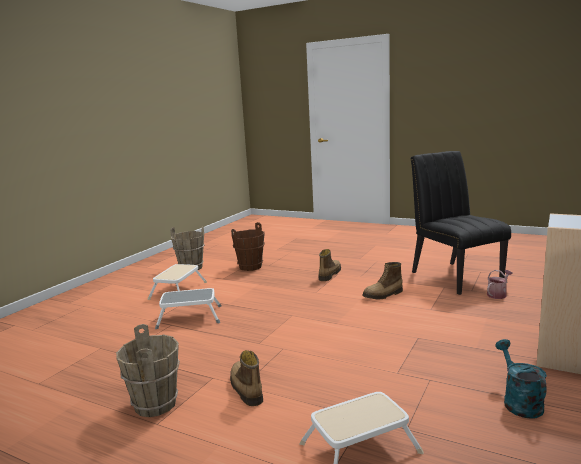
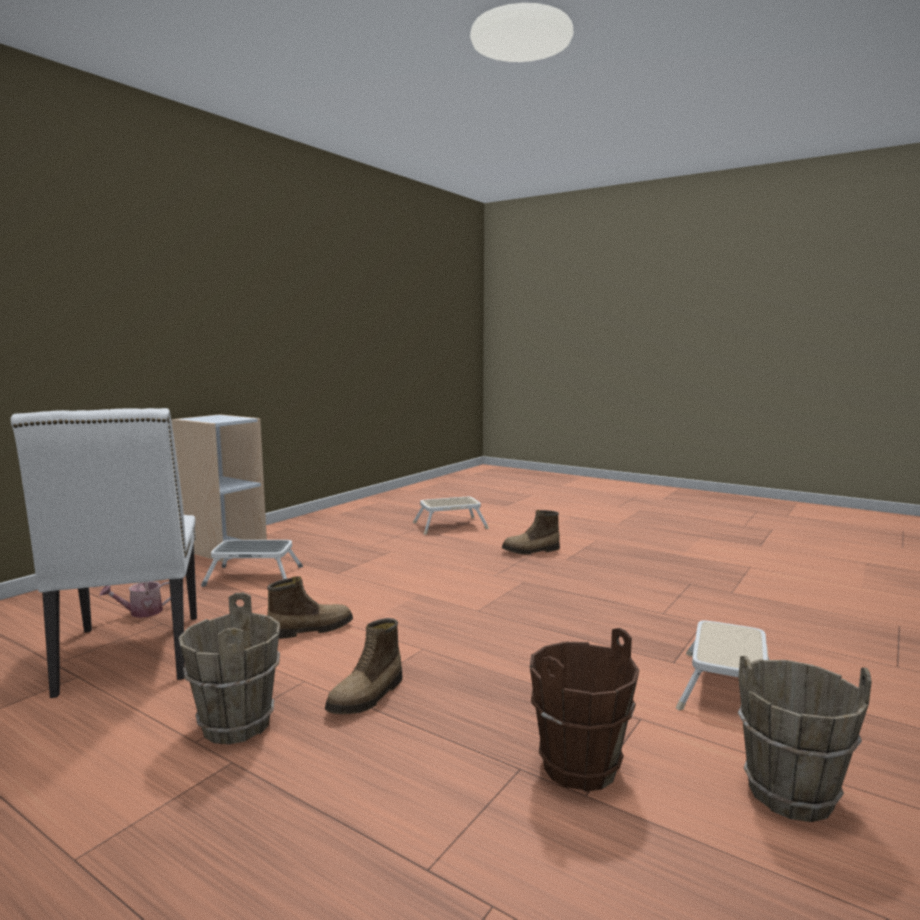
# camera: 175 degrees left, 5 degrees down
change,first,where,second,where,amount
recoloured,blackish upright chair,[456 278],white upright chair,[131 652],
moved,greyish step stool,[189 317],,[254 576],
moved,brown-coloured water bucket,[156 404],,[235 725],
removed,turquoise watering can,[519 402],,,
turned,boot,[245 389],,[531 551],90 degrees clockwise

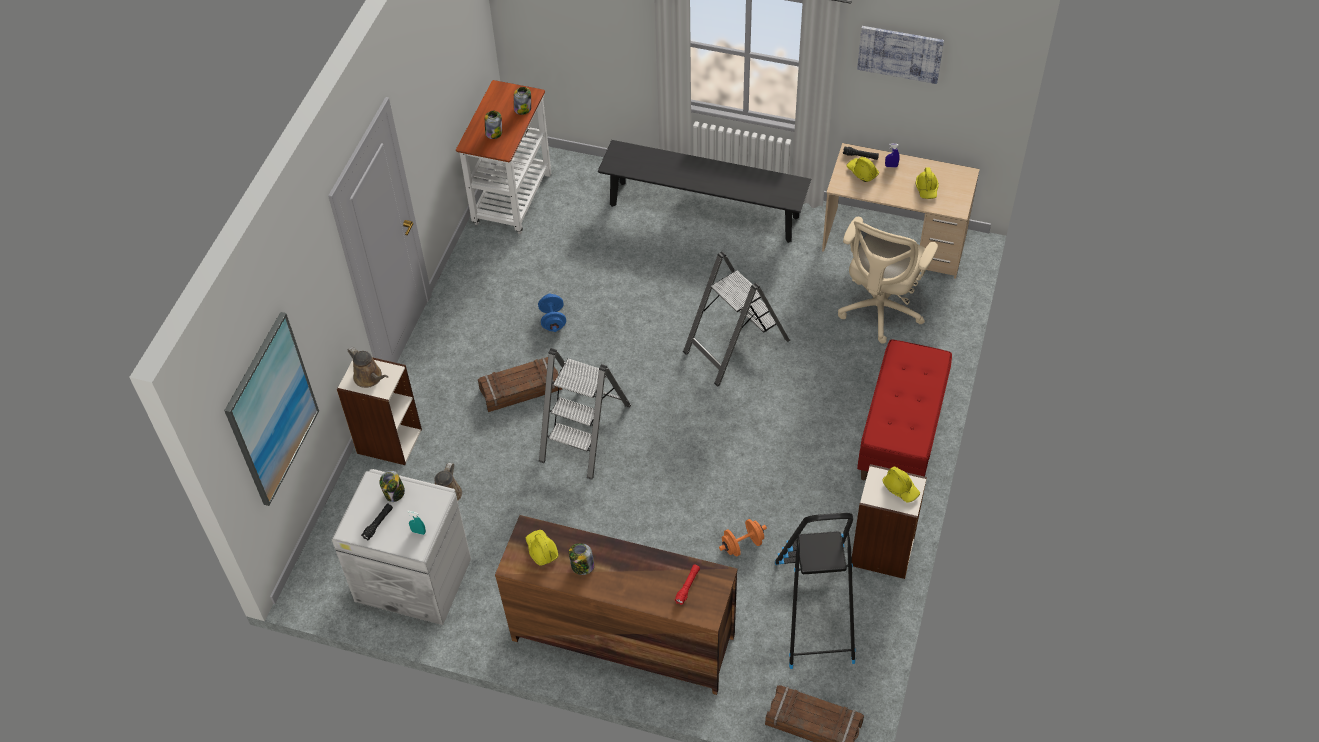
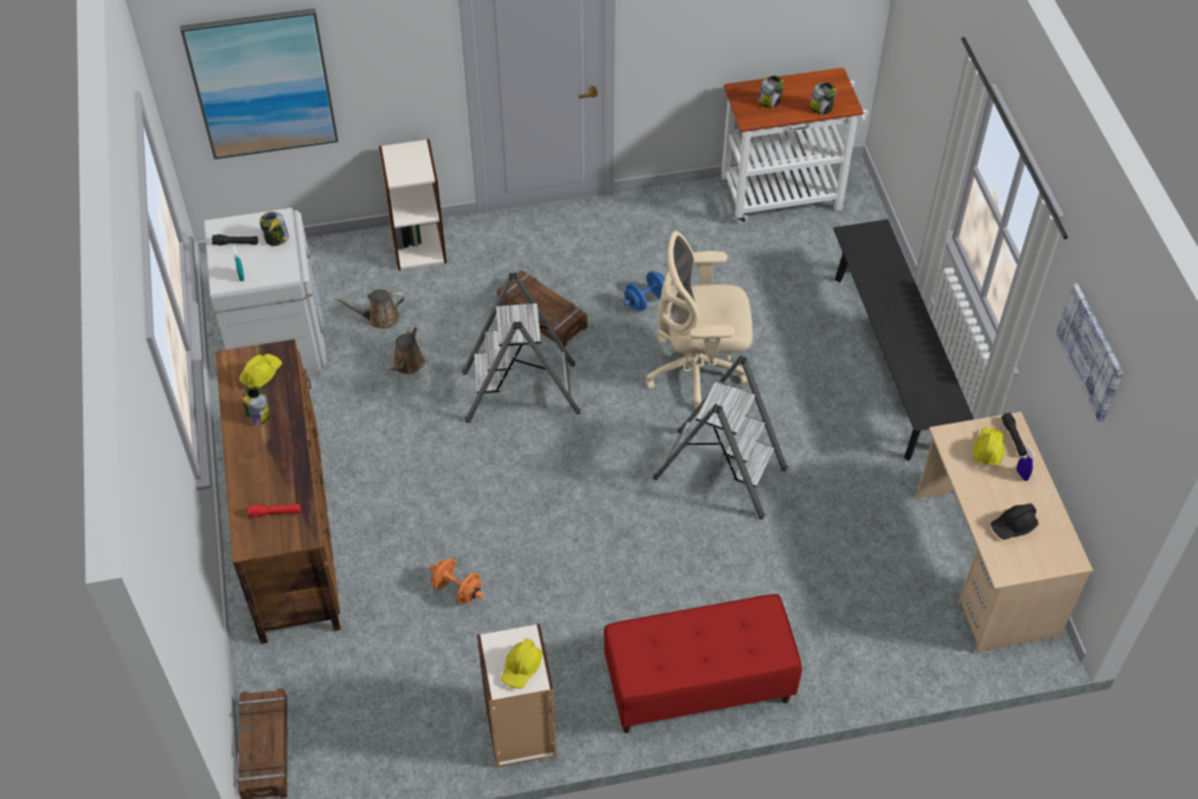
# camera: 60 degrees right, 0 degrees up
change,first,where,second,where,amount
recoloured,yellow-coloured work helmet,[927 188],blackish work helmet,[1013 526],
moved,beige computer chair,[881 305],,[701 367],
moved,brown-coloured watering can,[370 378],,[407 365],
removed,blackish step stool,[813 610],,,

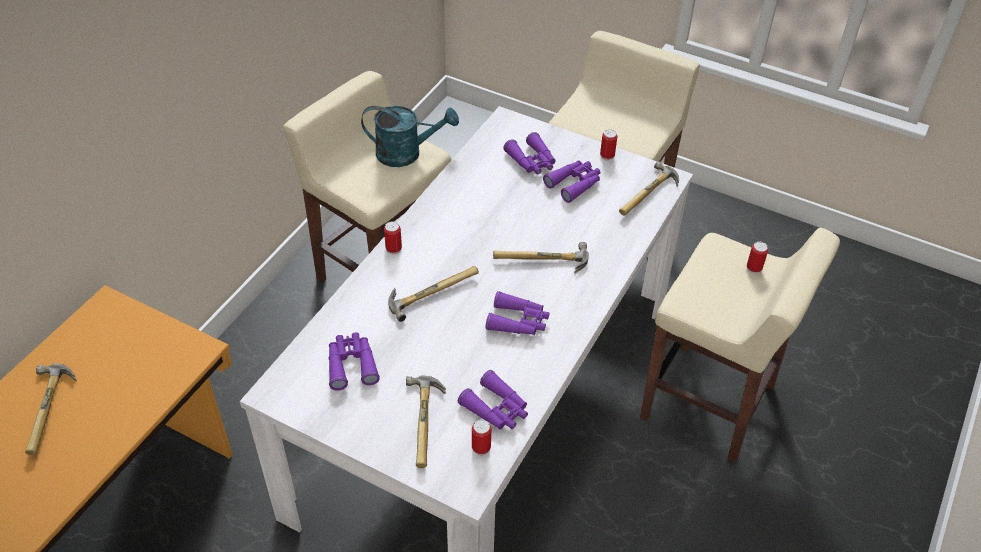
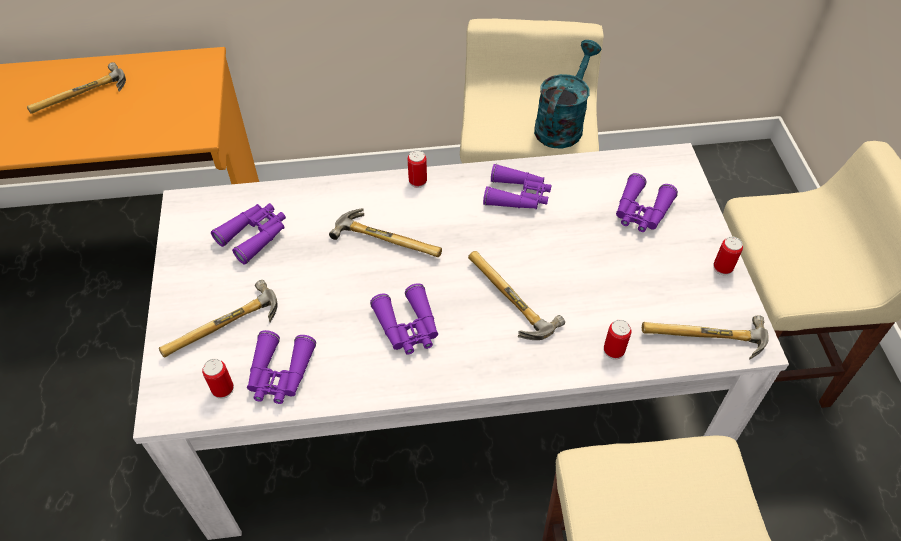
# camera: 55 degrees right, 5 degrees up
change,first,where,second,where,amount
turned,turquoise watering can,[407 153],,[562 124],120 degrees counterclockwise
moved,purple pair of binoculars,[574 184],,[518 196],
moved,can,[754 268],,[613 350],

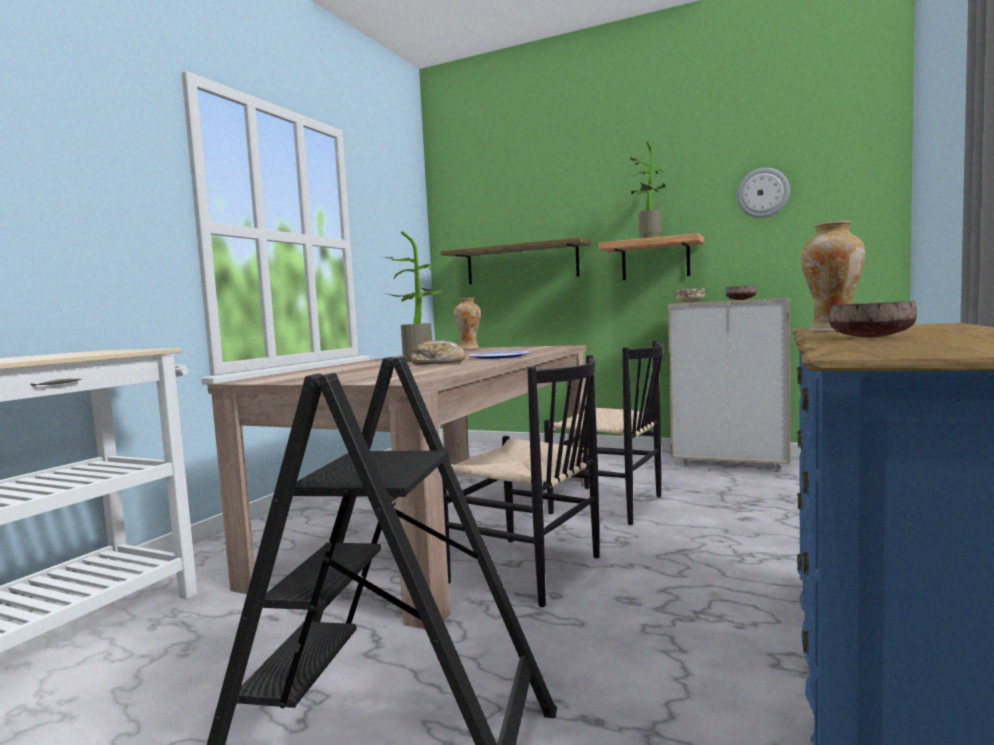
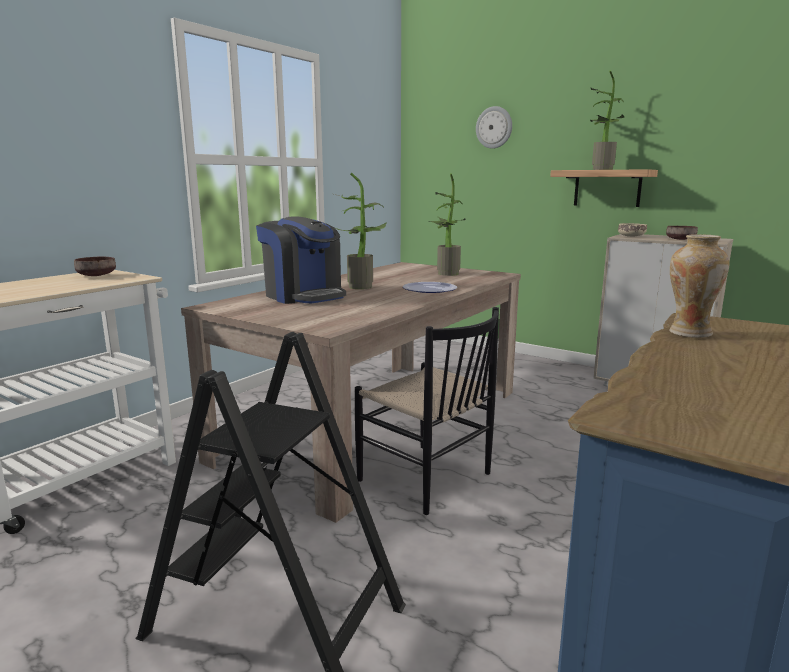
# camera: 10 degrees right, 10 degrees up
change,first,where,second,where,amount
moved,hanging clock,[762 193],,[494 127],
removed,bracket shelf,[521 263],,,
removed,decorative vase,[469 349],,,
moved,brown-coloured bowl,[869 337],,[97 275],
removed,bread,[438 363],,,
removed,blackish upright chair,[611 506],,,
added,,,houseplant,[445 273],
added,,,coffee brewer,[304 296],

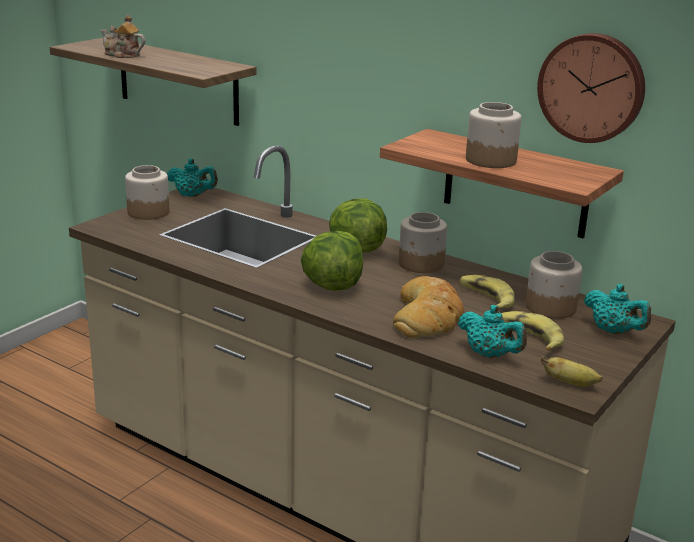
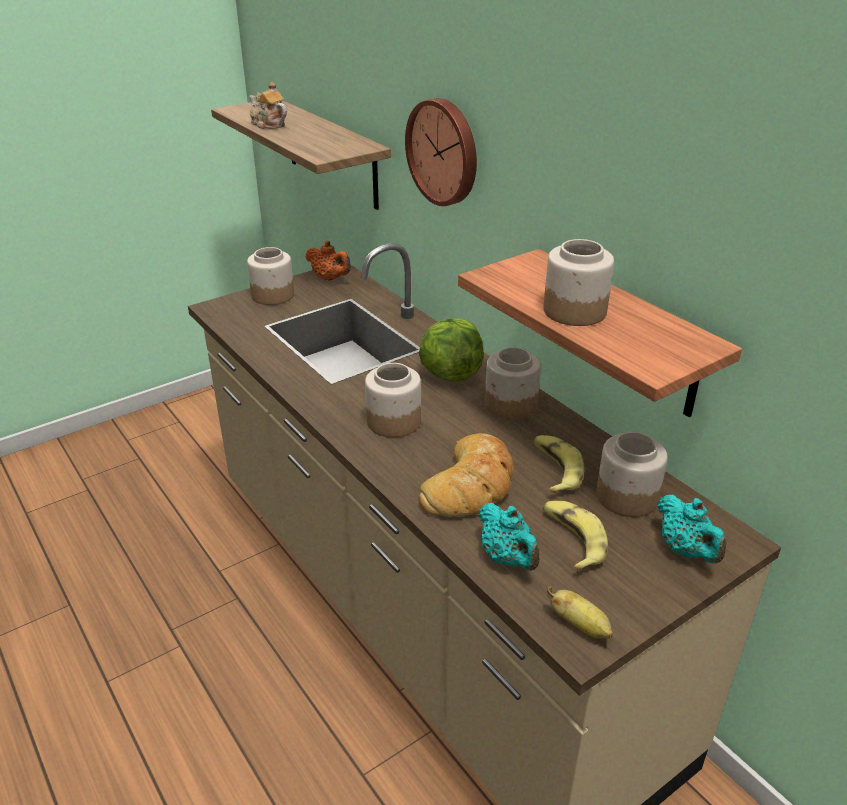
# camera: 20 degrees right, 10 degrees up
change,first,where,second,where,amount
moved,hanging clock,[592 87],,[444 152],
recoloured,turquoise pot for tea,[193 195],orange pot for tea,[329 278],
replaced,head of lettuce,[332 286],storage jar,[393 422],

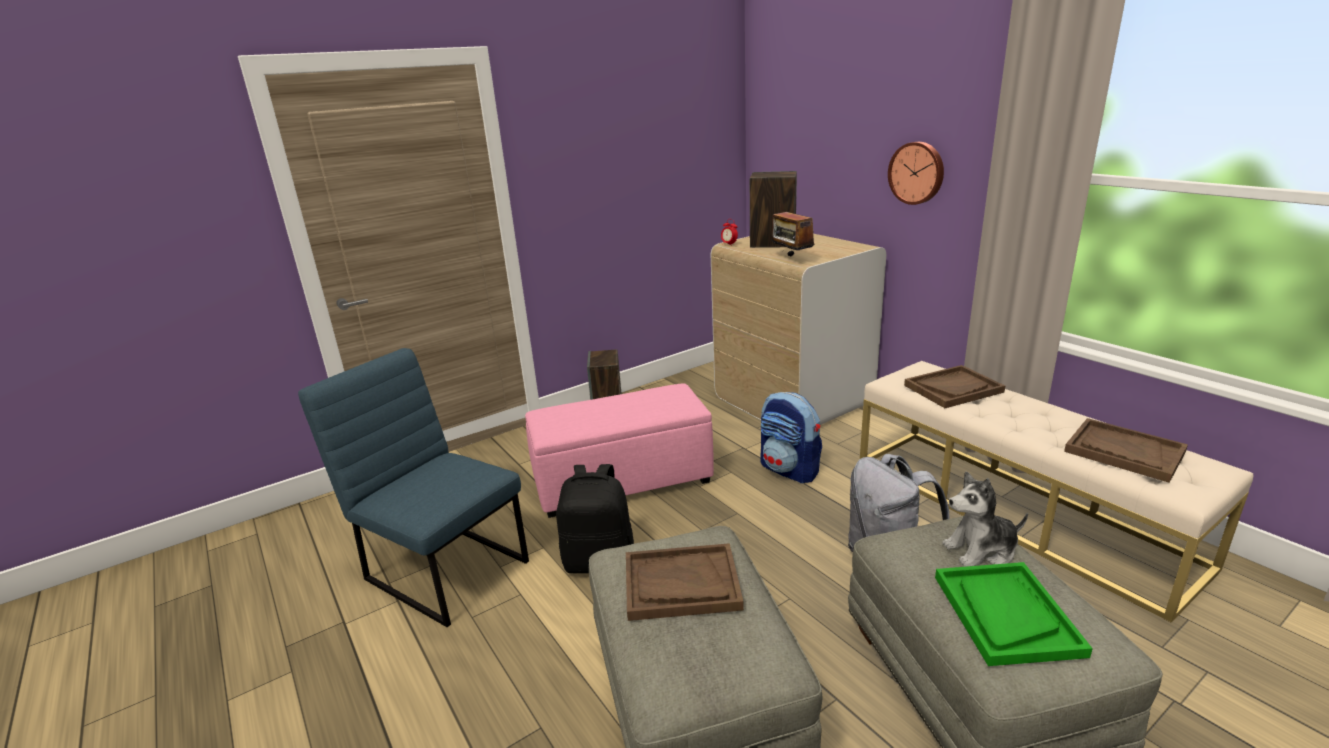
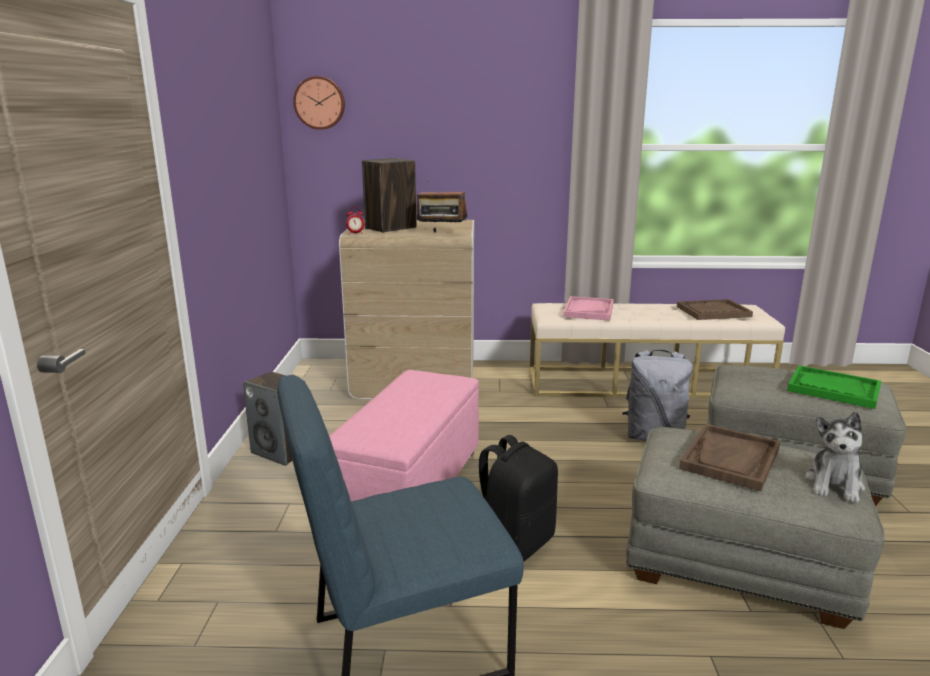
# camera: 55 degrees left, 5 degrees down
change,first,where,second,where,amount
moved,hanging clock,[917 173],,[319 103],
recoloured,brown-coloured serving tray,[953 388],pinkish serving tray,[588 310],
removed,backpack,[789 470],,,
moved,cuddly toy,[981 550],,[834 484],

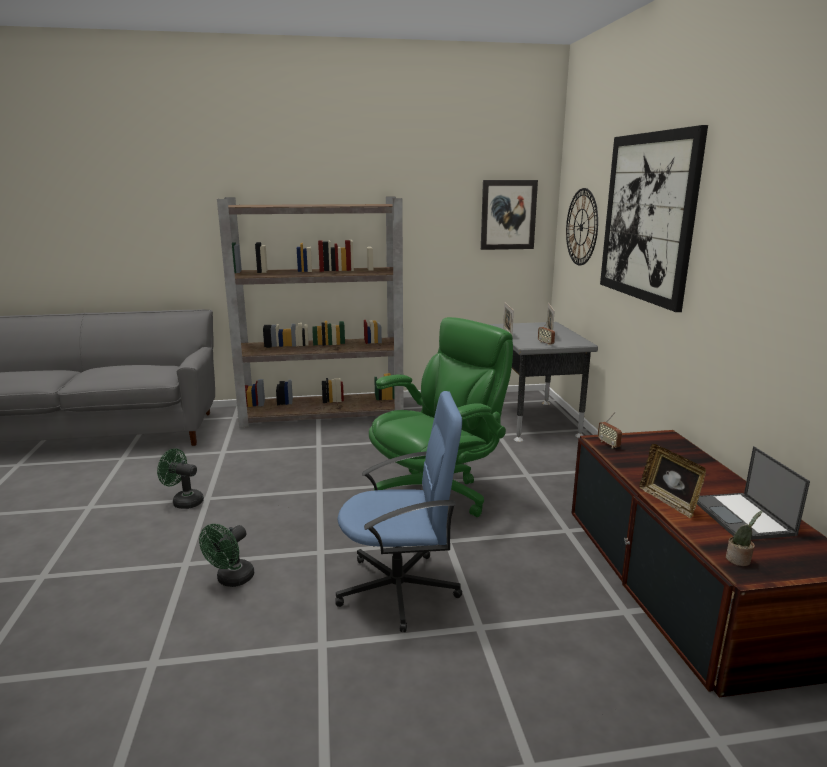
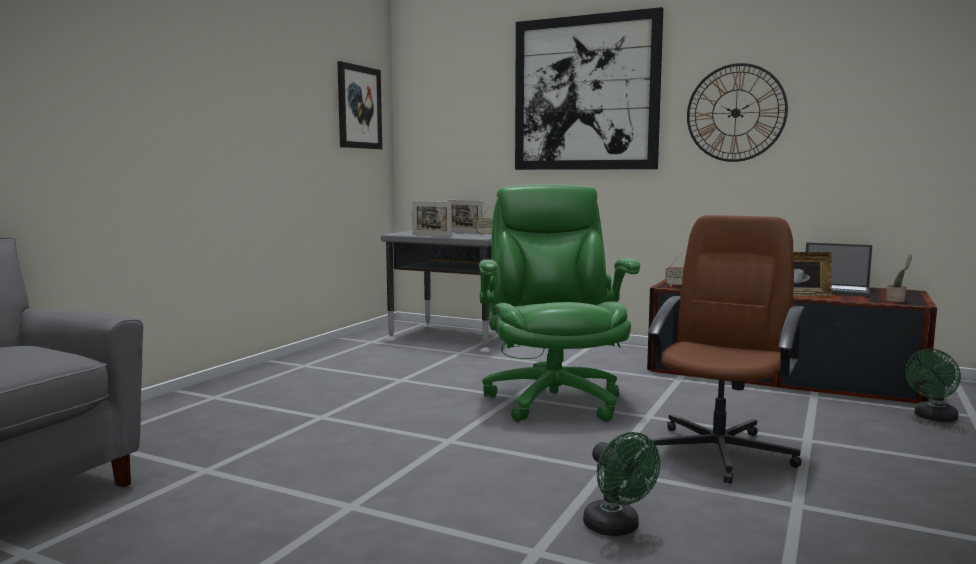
# camera: 55 degrees left, 10 degrees down
change,first,where,second,where,amount
moved,hanging clock,[581 227],,[736 113],
removed,brown-coloured shelving unit,[322 413],,,
recoloured,bluish computer chair,[400 589],brown-coloured computer chair,[720 452],
moved,green-coloured cooling fan,[184 501],,[933 418],

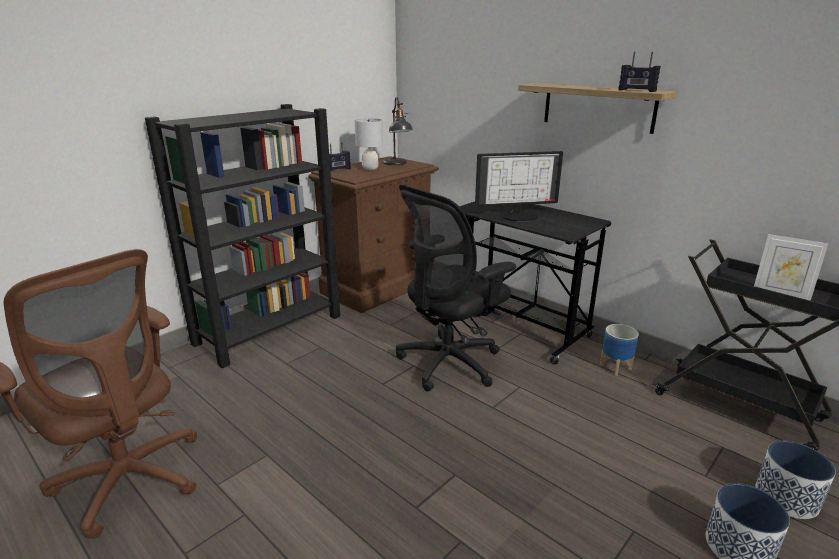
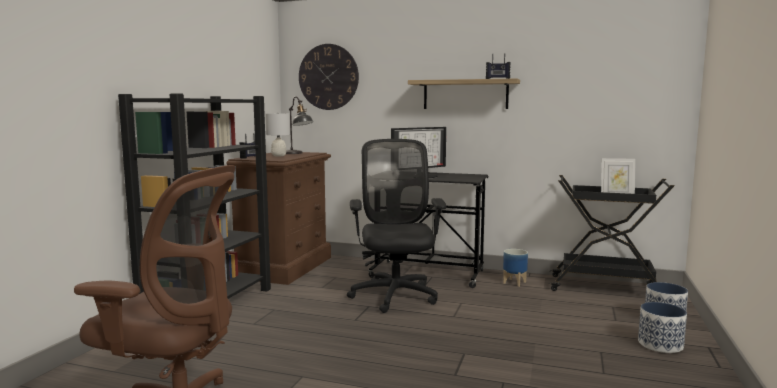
# camera: 25 degrees left, 15 degrees down
change,first,where,second,where,amount
turned,blackish computer chair,[452 359],,[396 298],150 degrees clockwise
added,,,hanging clock,[328 77],

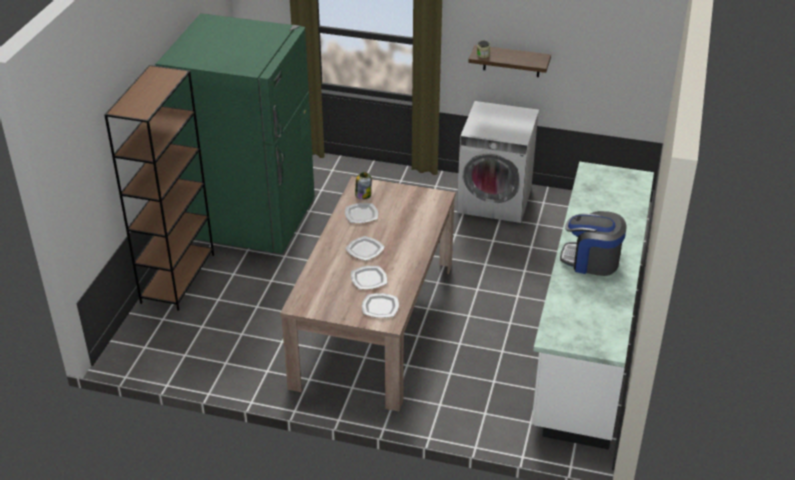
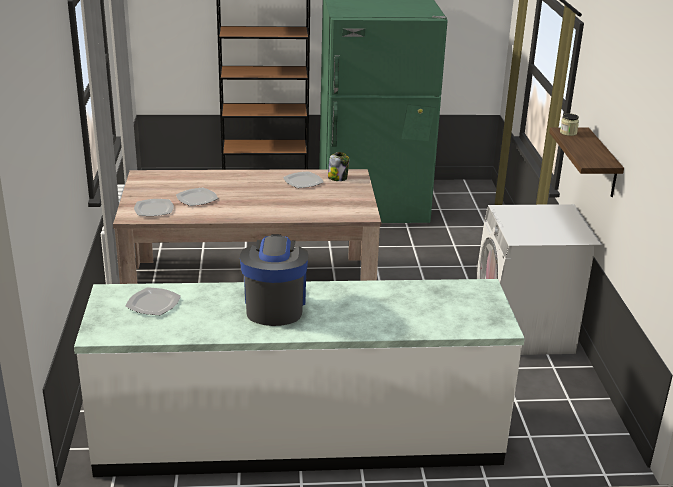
# camera: 70 degrees right, 10 degrees down
change,first,where,second,where,amount
moved,dinner plate,[364 249],,[153 303],

